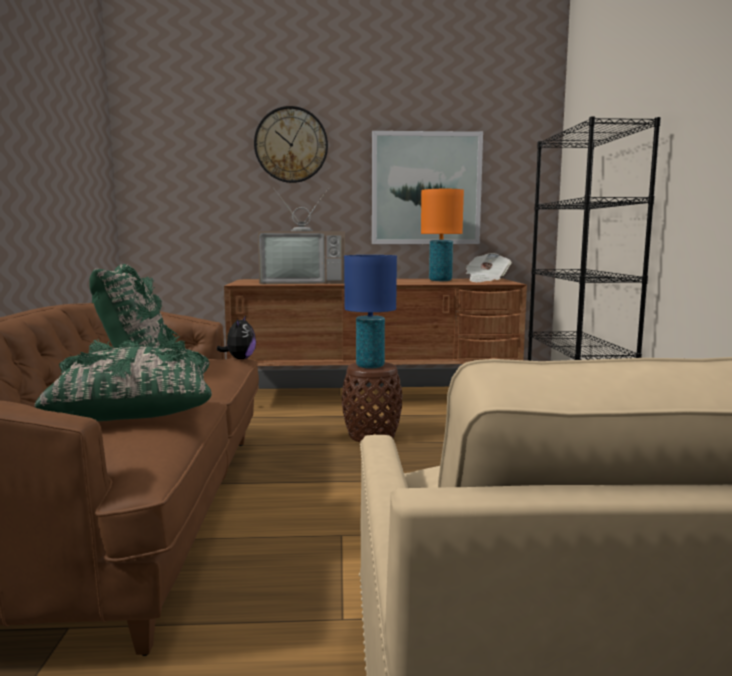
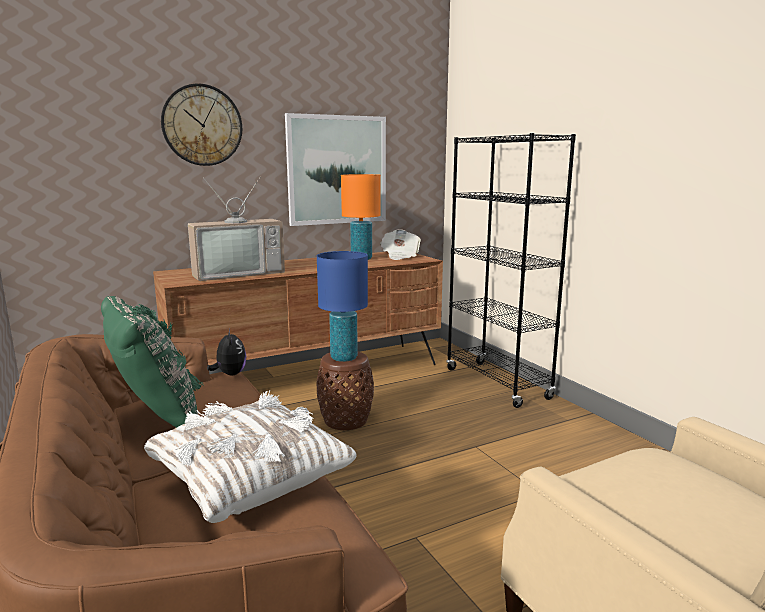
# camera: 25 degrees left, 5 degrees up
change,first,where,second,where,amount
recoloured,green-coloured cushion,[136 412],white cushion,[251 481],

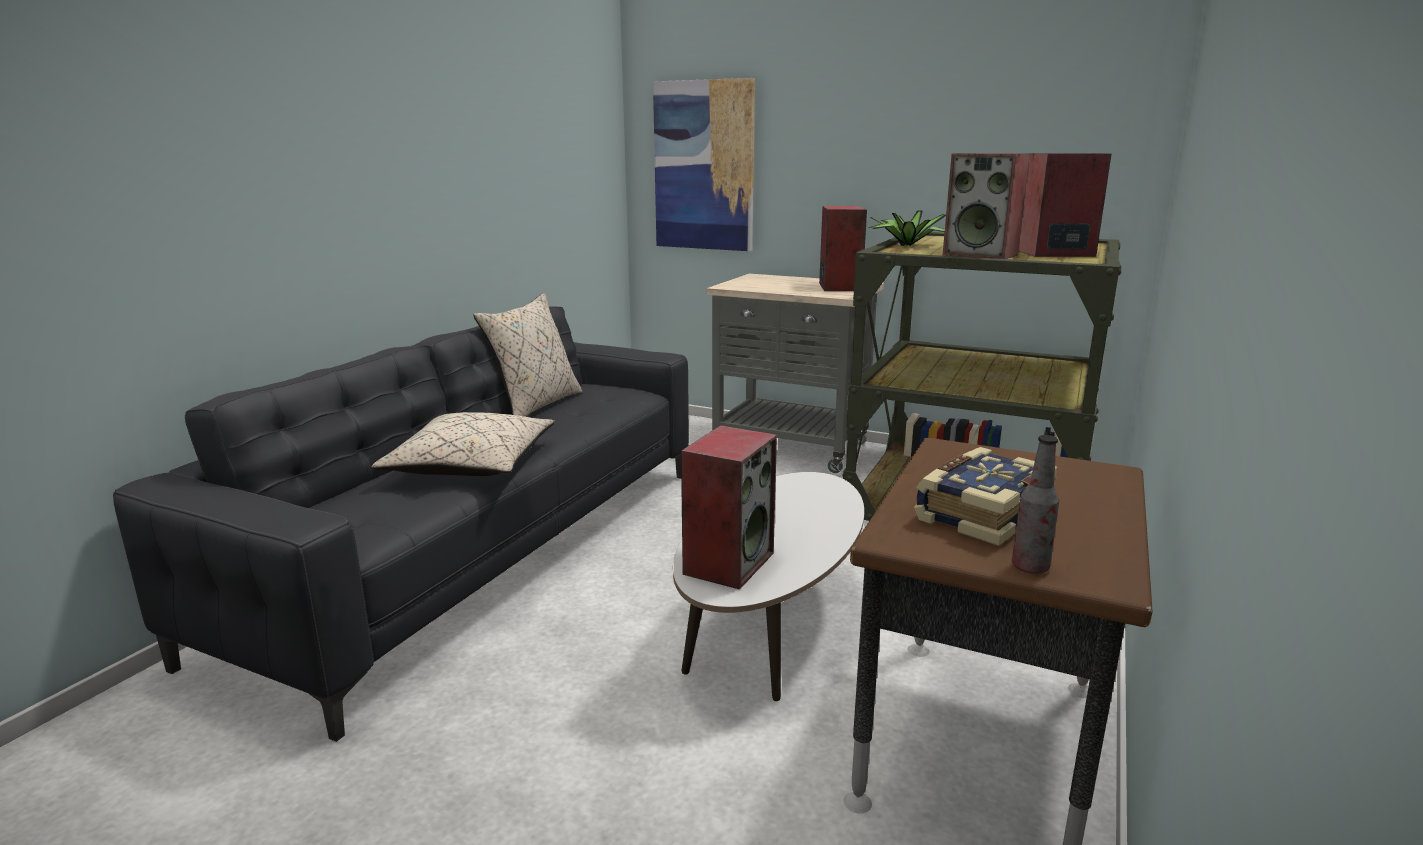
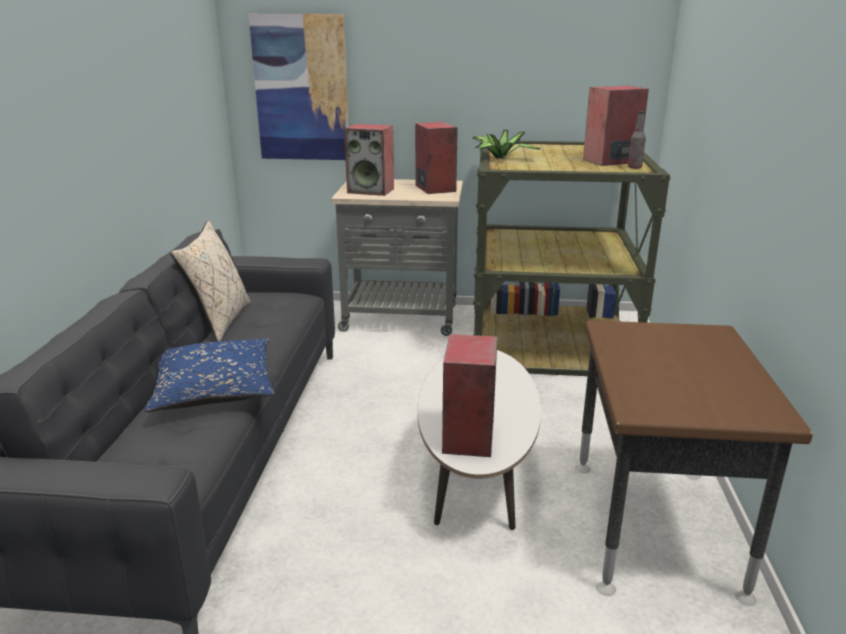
# camera: 20 degrees left, 5 degrees up
change,first,where,second,where,amount
moved,loudspeaker,[981 255],,[371 190],
recoloured,beige cushion,[471 465],bluish cushion,[214 390],
moved,bottle,[1030 567],,[634 167],
removed,book,[980 514],,,

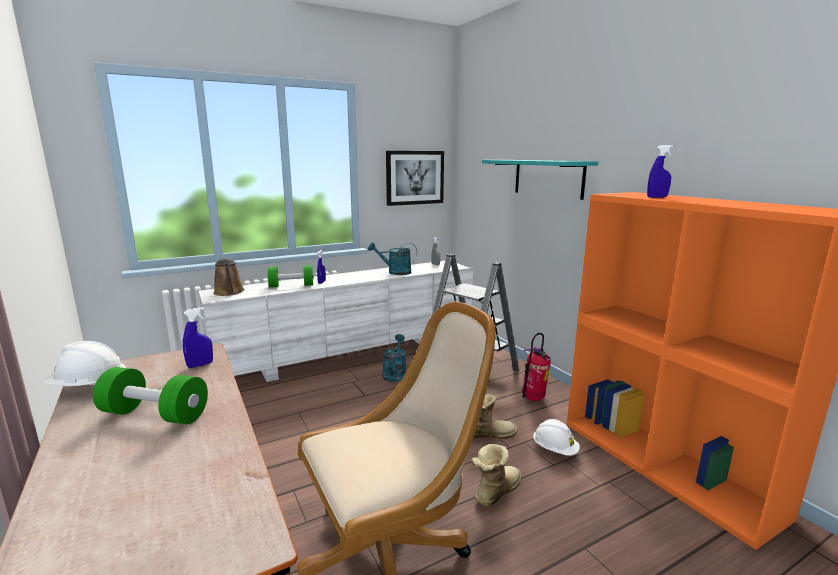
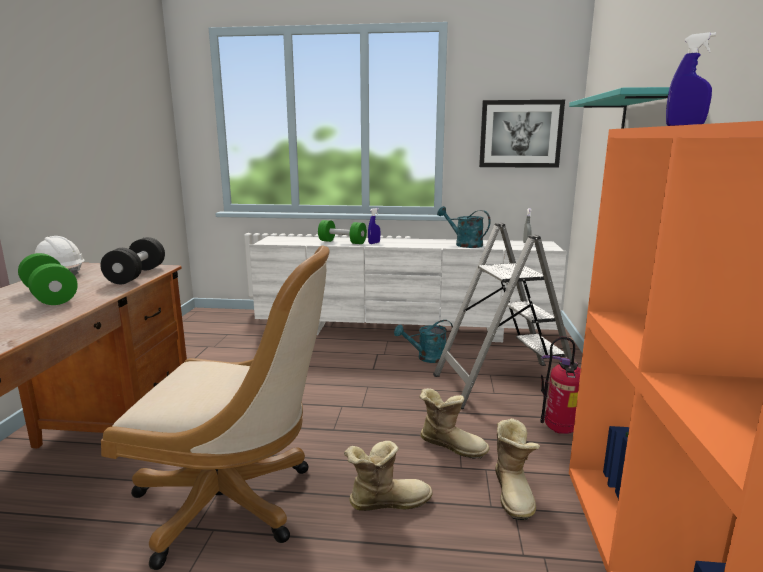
# camera: 35 degrees right, 0 degrees up
change,first,where,second,where,amount
removed,brown-coloured watering can,[229 292],,,
replaced,bluish spray bottle,[200 365],blackish free weight,[136 275],
turned,turquoise watering can,[395 373],,[427 358],150 degrees counterclockwise
replaced,white work helmet,[555 450],boot,[514 492],

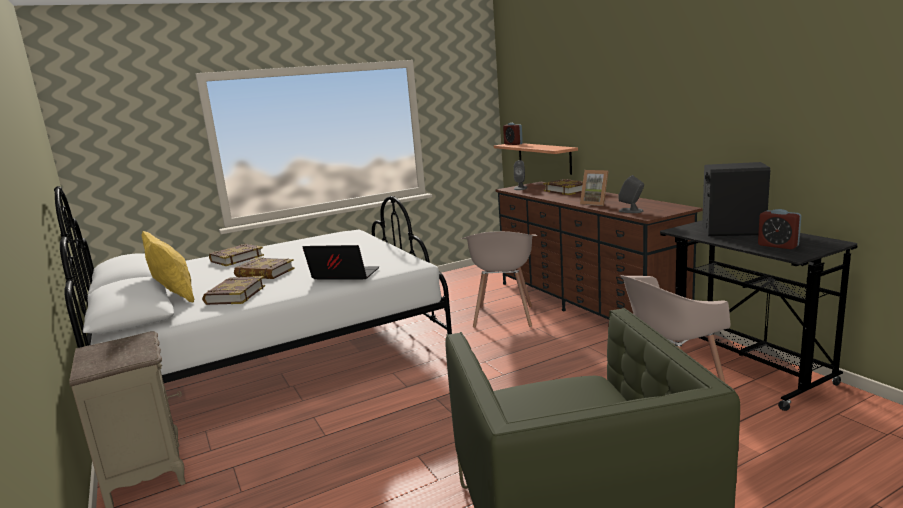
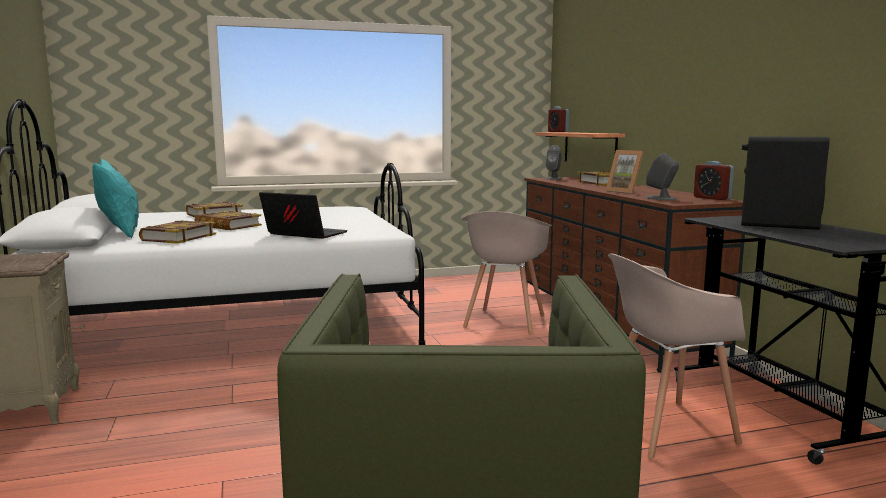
# camera: 10 degrees right, 5 degrees down
change,first,where,second,where,amount
moved,bedside clock,[778 245],,[712 198],
recoloured,yellow-coloured cushion,[174 297],turquoise cushion,[119 233],

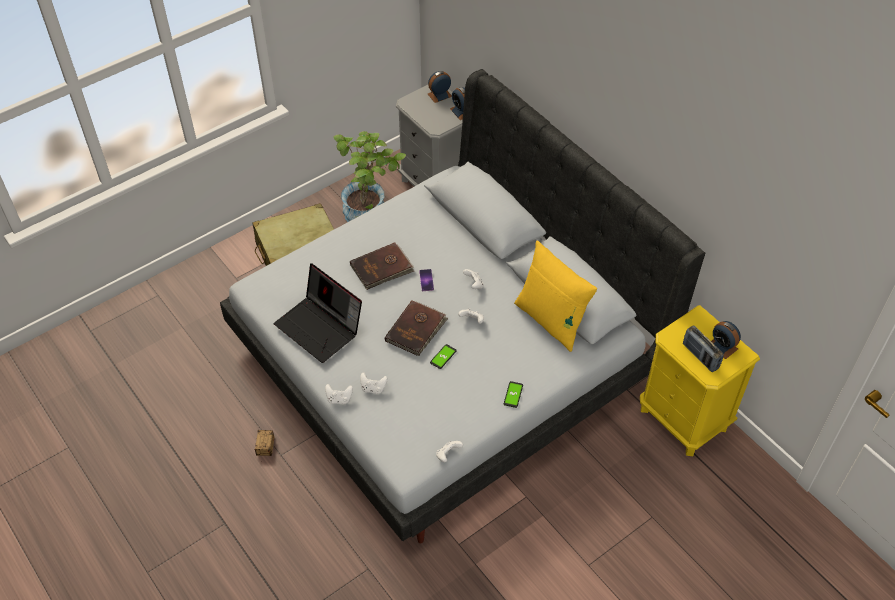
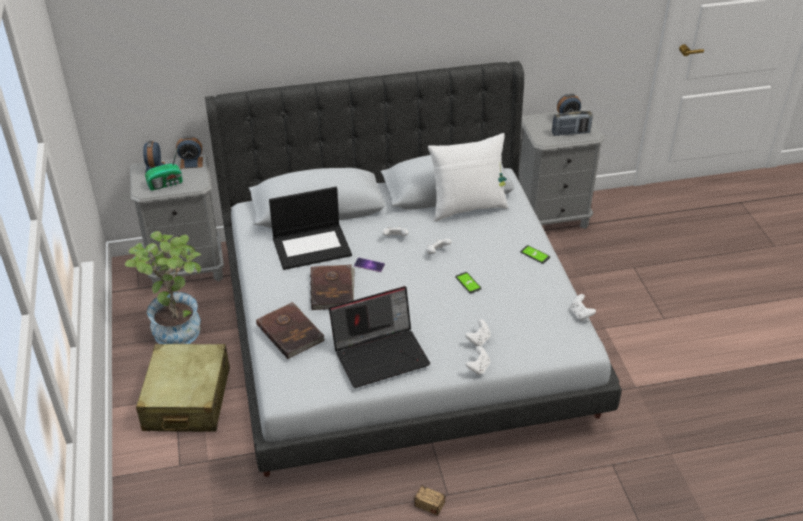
# camera: 65 degrees left, 10 degrees down
change,first,where,second,where,amount
recoloured,yellow-coloured cushion,[550 321],white cushion,[467 208],
moved,brown-coloured book,[416 329],,[291 331],
recoloured,yellow-coloured night table,[683 418],greyish night table,[550 217],
added,,,radio set,[166 184],
added,,,portable computer,[312 246],

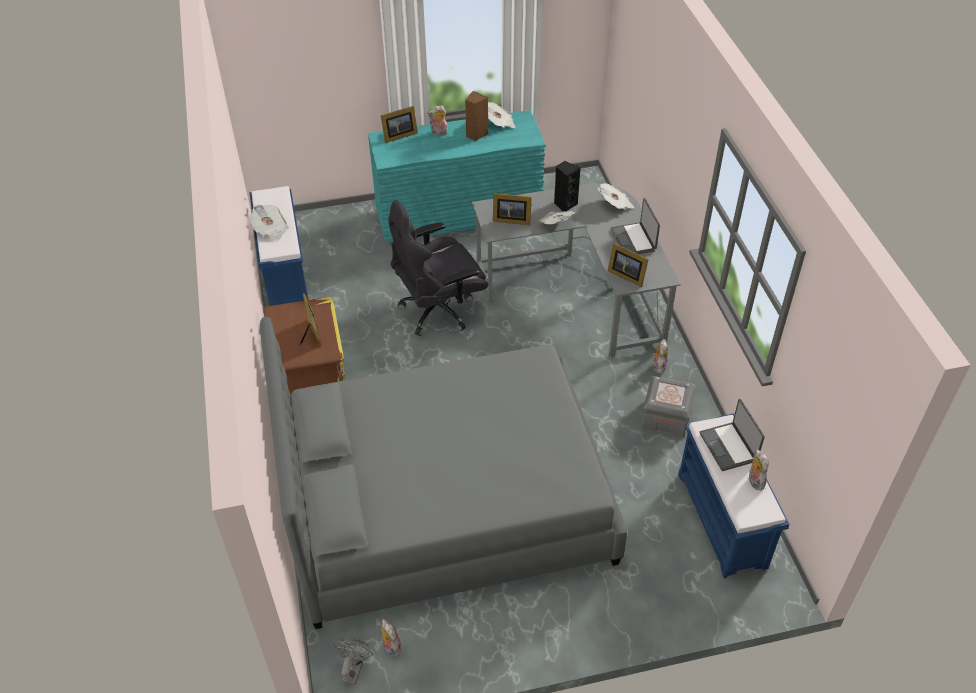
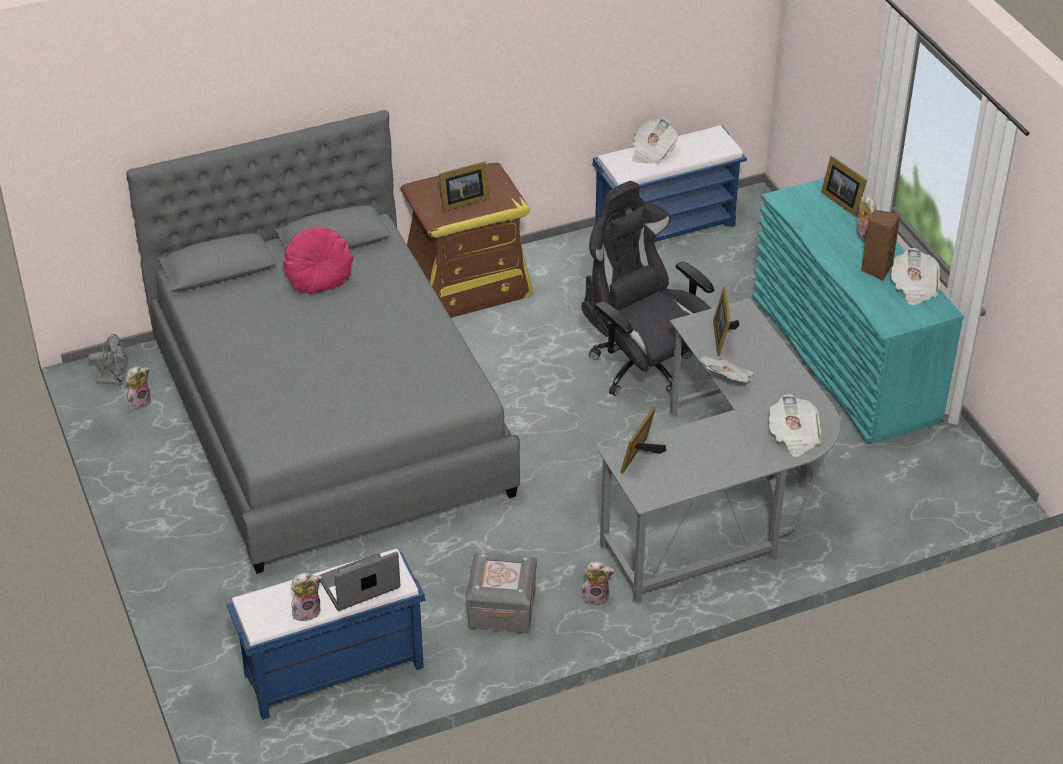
# camera: 80 degrees right, 5 degrees down
change,first,where,second,where,amount
removed,blackish loudspeaker,[565 204],,,
removed,portable computer,[634 240],,,
added,,,pinkish cushion,[320 284],

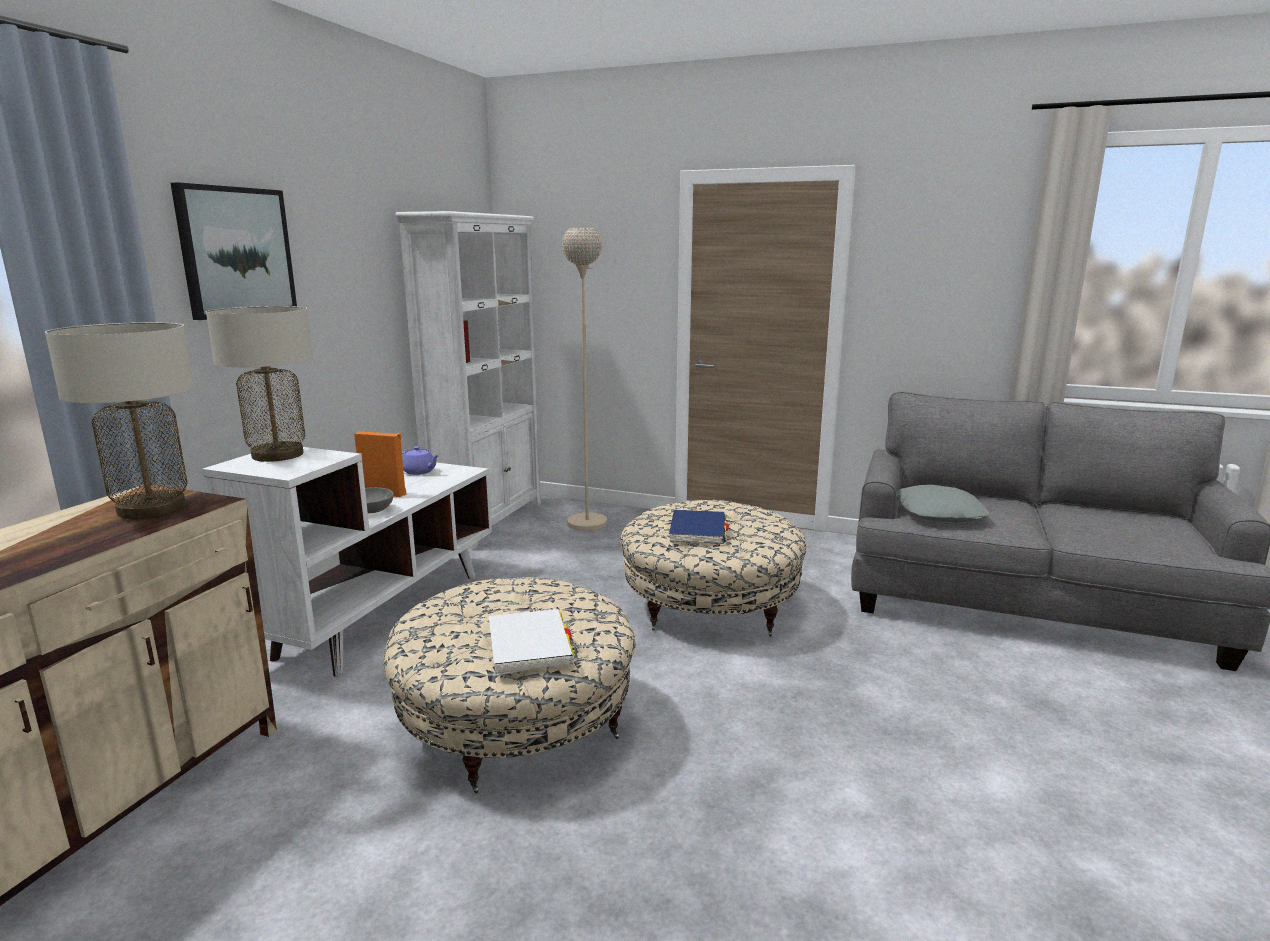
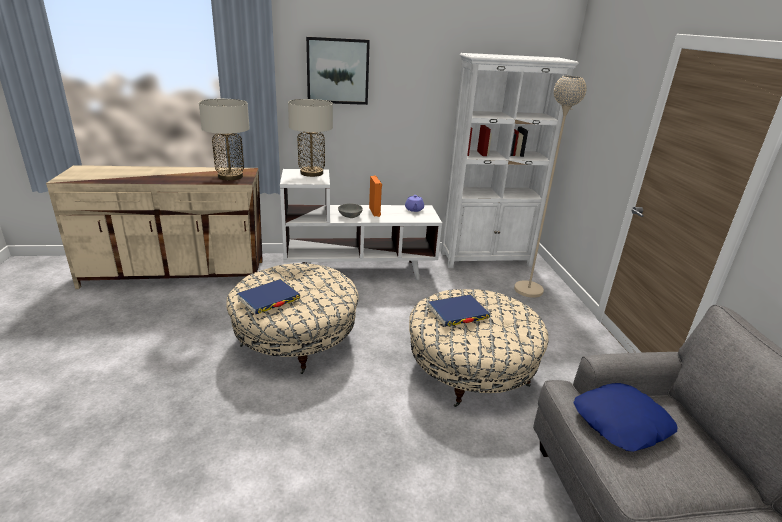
# camera: 60 degrees right, 10 degrees up
change,first,where,second,where,amount
recoloured,greyish cushion,[939 513],bluish cushion,[621 423],
recoloured,white book,[529 645],bluish book,[269 299],

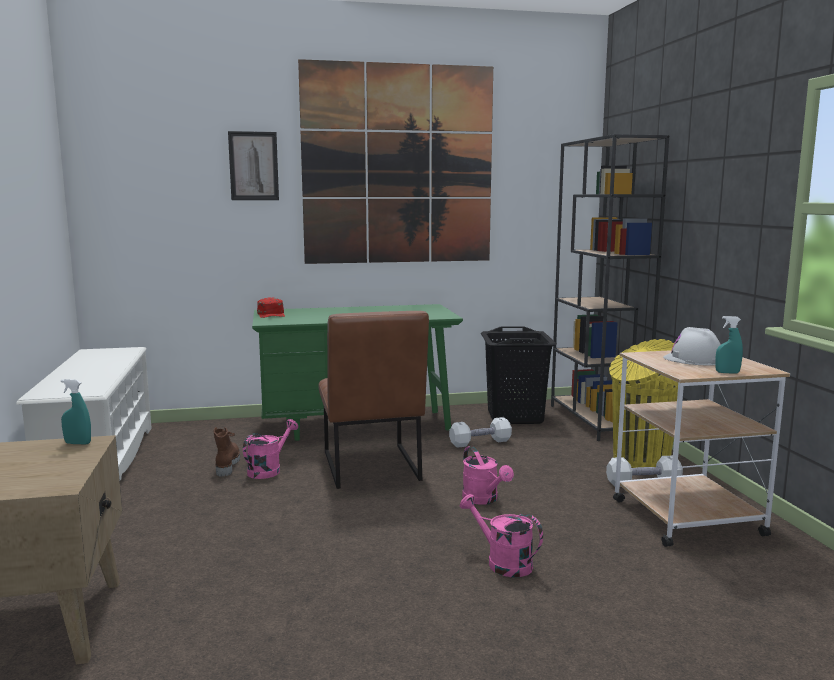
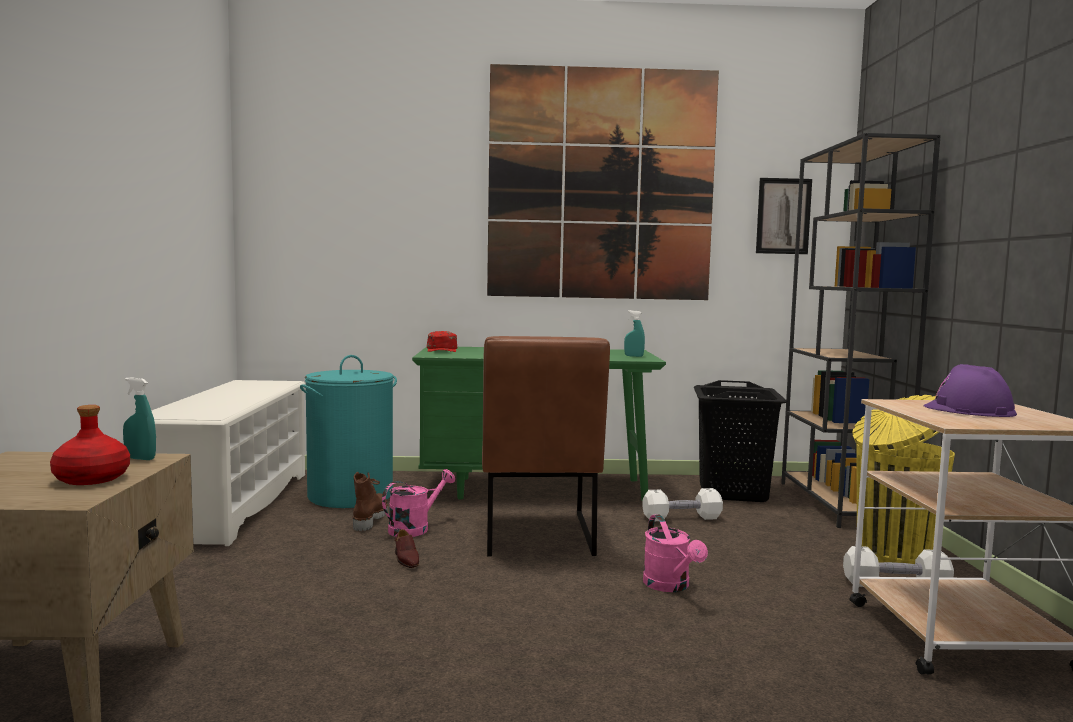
# camera: 10 degrees right, 5 degrees down
change,first,where,second,where,amount
moved,wall picture,[253 166],,[783 216],
moved,turquoise spray bottle,[727 372],,[633 356],
recoloured,white work helmet,[693 359],purple work helmet,[969 410],
removed,pinkish watering can,[502 562],,,
added,,,turquoise laundry basket,[350 496],
added,,,reddish bottle,[92 479],
added,,,brown-coloured shoe,[406 559],

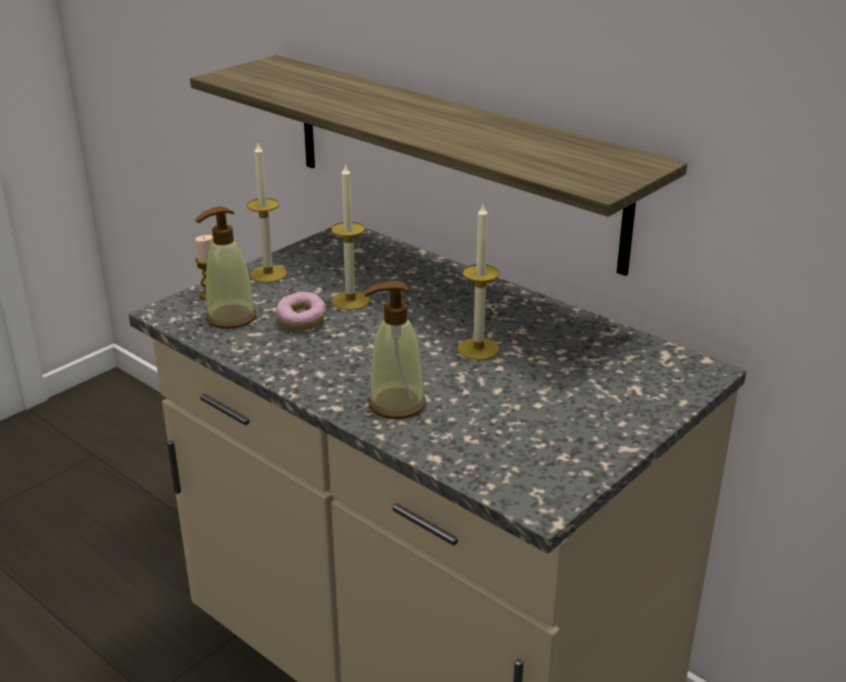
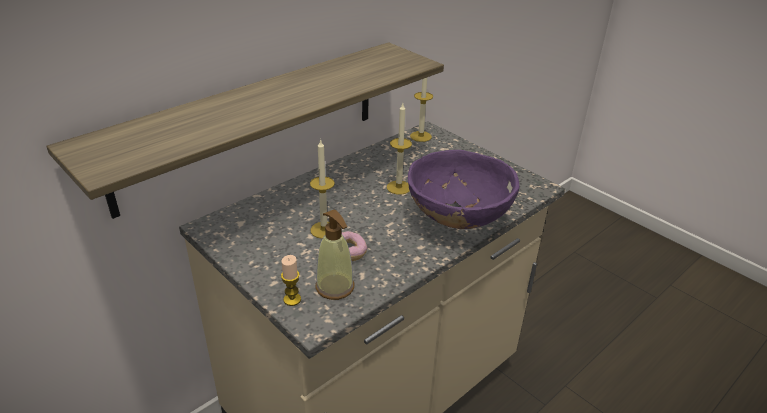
# camera: 85 degrees left, 5 degrees up
change,first,where,second,where,amount
moved,wax candle,[268 274],,[420 136],
replaced,soap dispenser,[396 404],purple bowl,[458 220],

